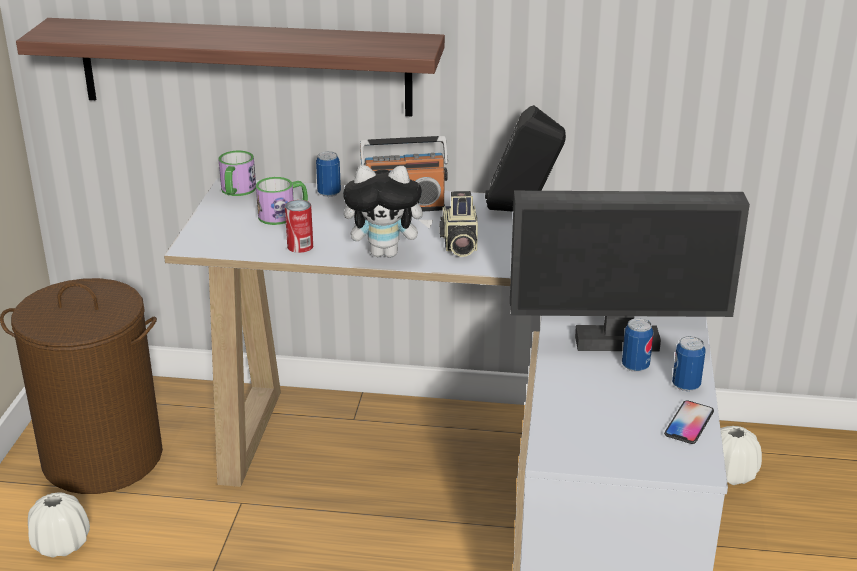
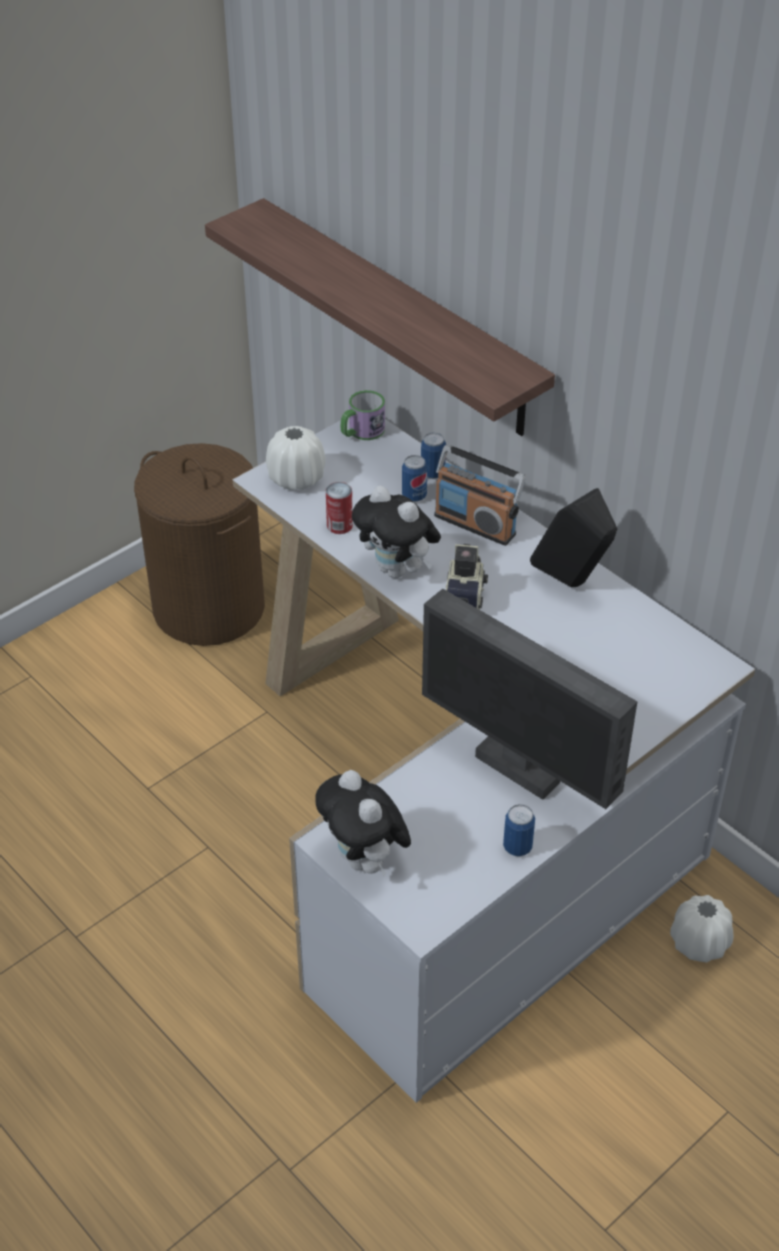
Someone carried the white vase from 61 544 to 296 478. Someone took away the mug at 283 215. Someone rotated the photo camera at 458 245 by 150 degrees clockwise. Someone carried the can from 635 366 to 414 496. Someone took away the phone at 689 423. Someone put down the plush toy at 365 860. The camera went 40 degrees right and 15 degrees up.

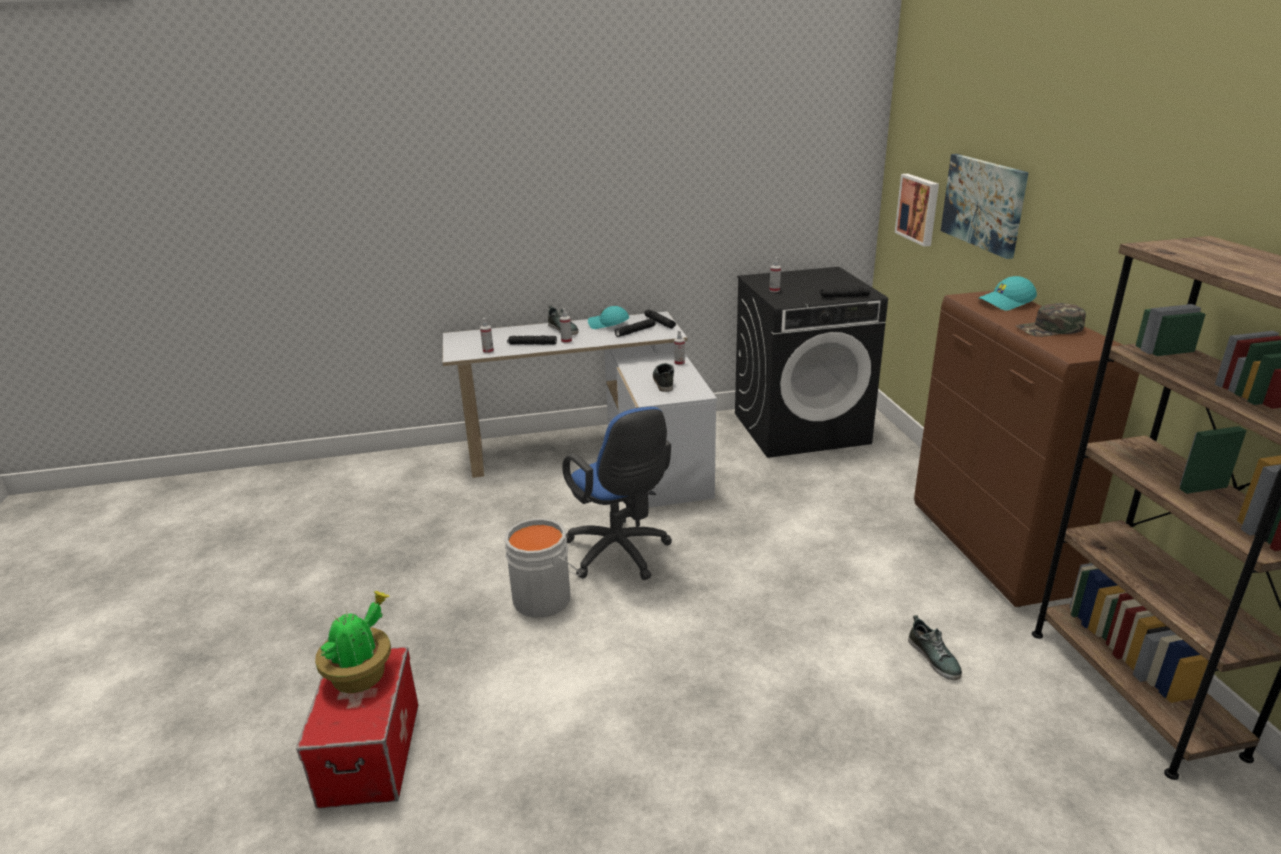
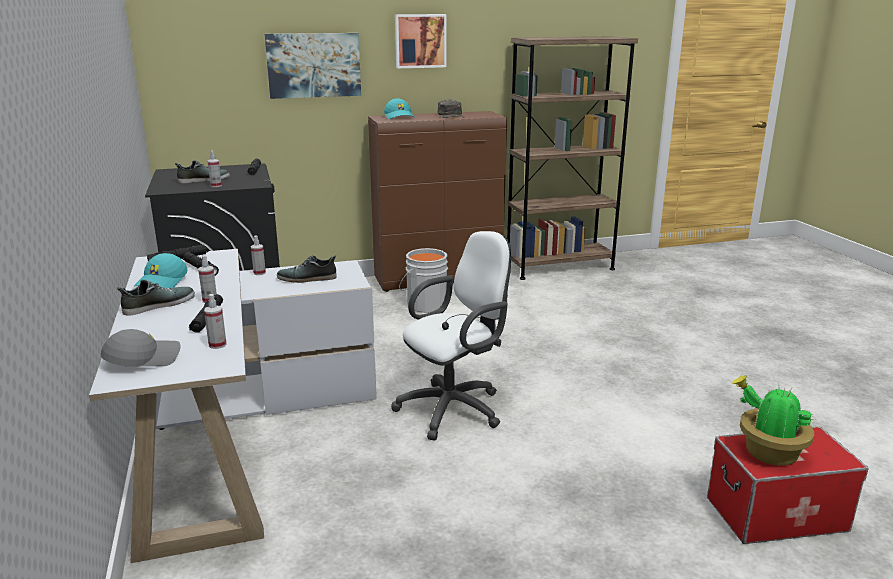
Someone carried the grey bucket from 544 597 to 425 304. Someone repainted the blue office chair at 620 555, which became the white office chair at 455 408. Someone carried the picture from 919 209 to 420 41. Someone carried the shoe from 934 657 to 203 180. Someone put down the grey cap at 143 359. The camera went 95 degrees left and 5 degrees down.

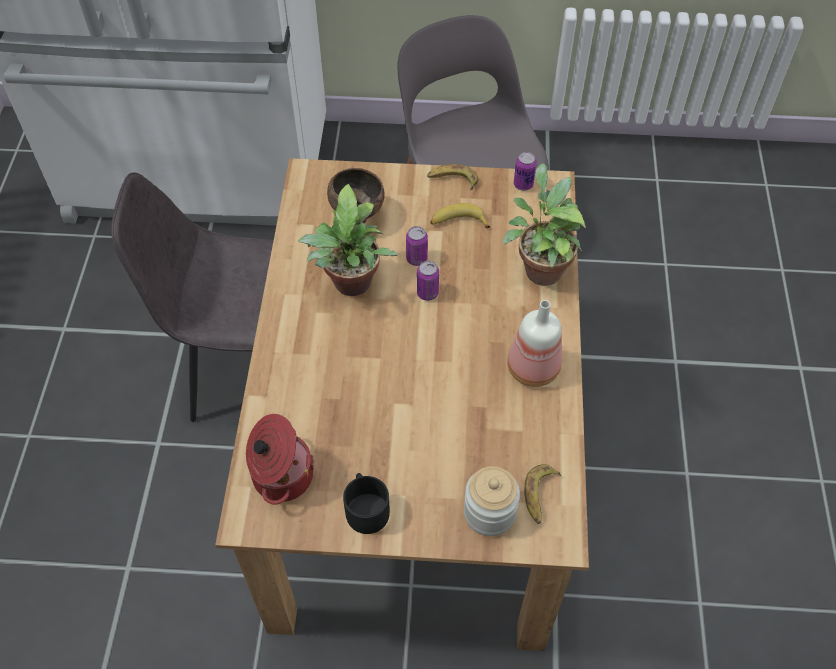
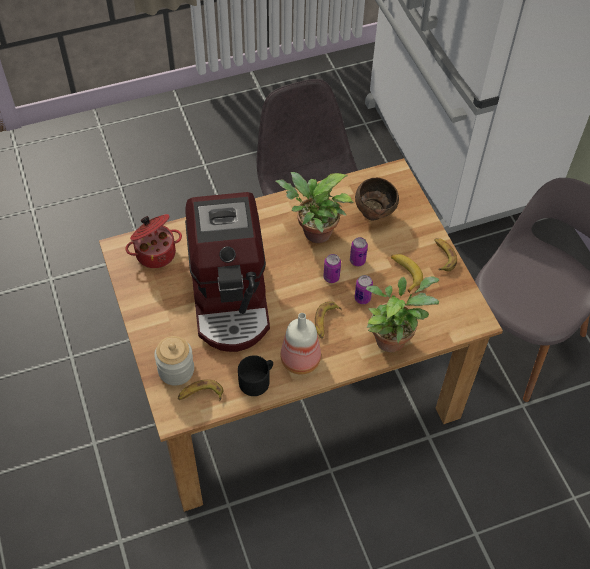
Someone carried the black mug from 366 508 to 257 380. Someone carried the can from 523 184 to 362 298. Someone put down the coffee machine at 231 298. Someone put down the banana at 325 322. The camera went 65 degrees right and 0 degrees up.

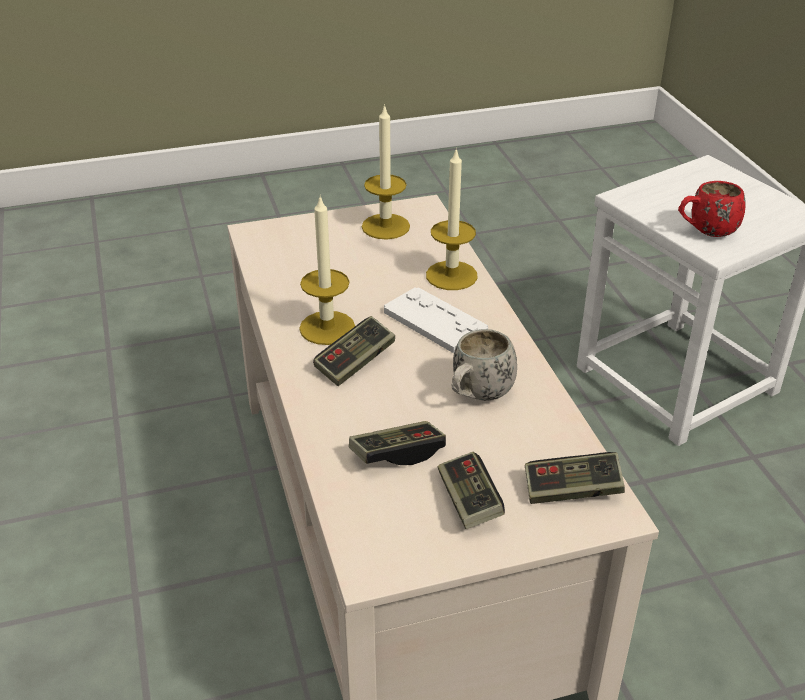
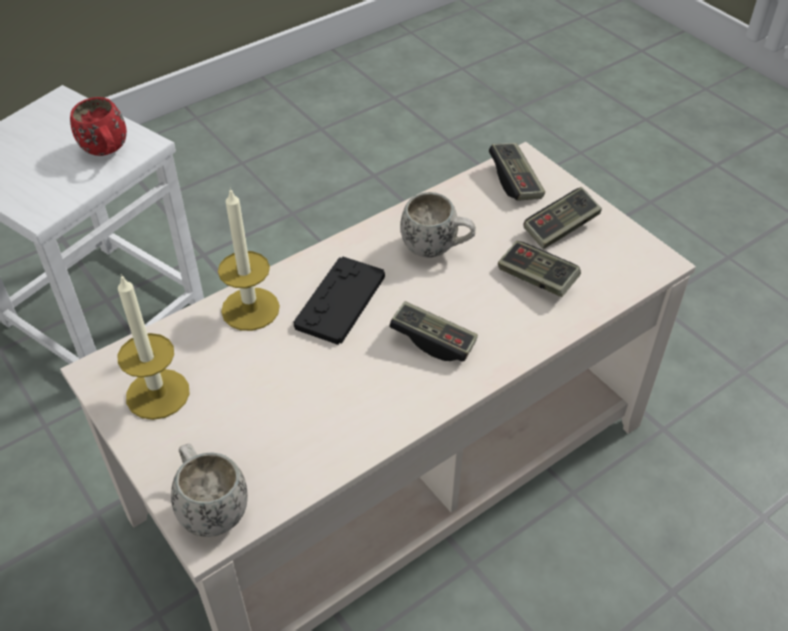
Someone took away the candle at 327 328. Someone repainted the white game controller at 435 322, which became the black game controller at 340 301. Someone put down the white mug at 209 506. The camera went 110 degrees left and 10 degrees up.

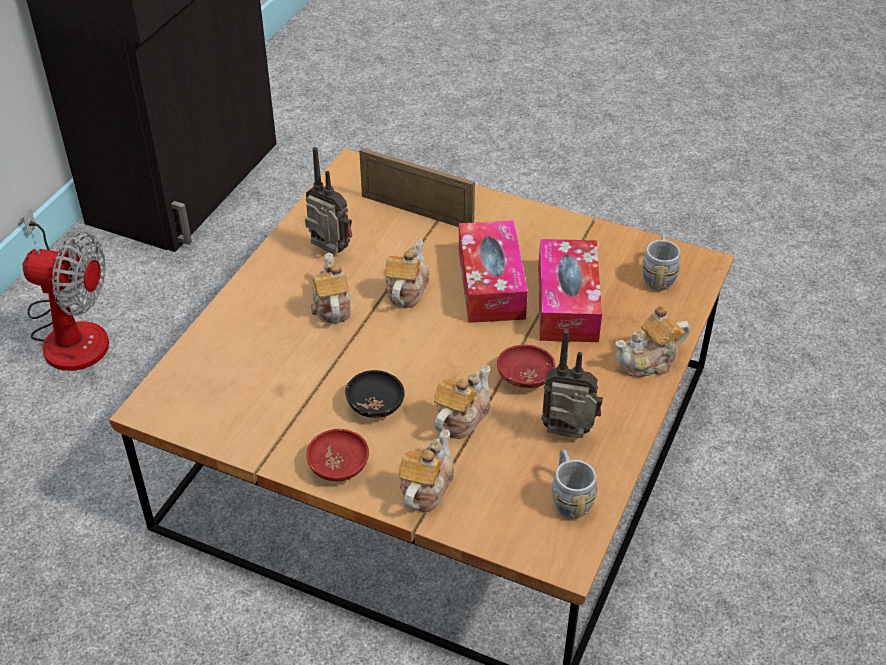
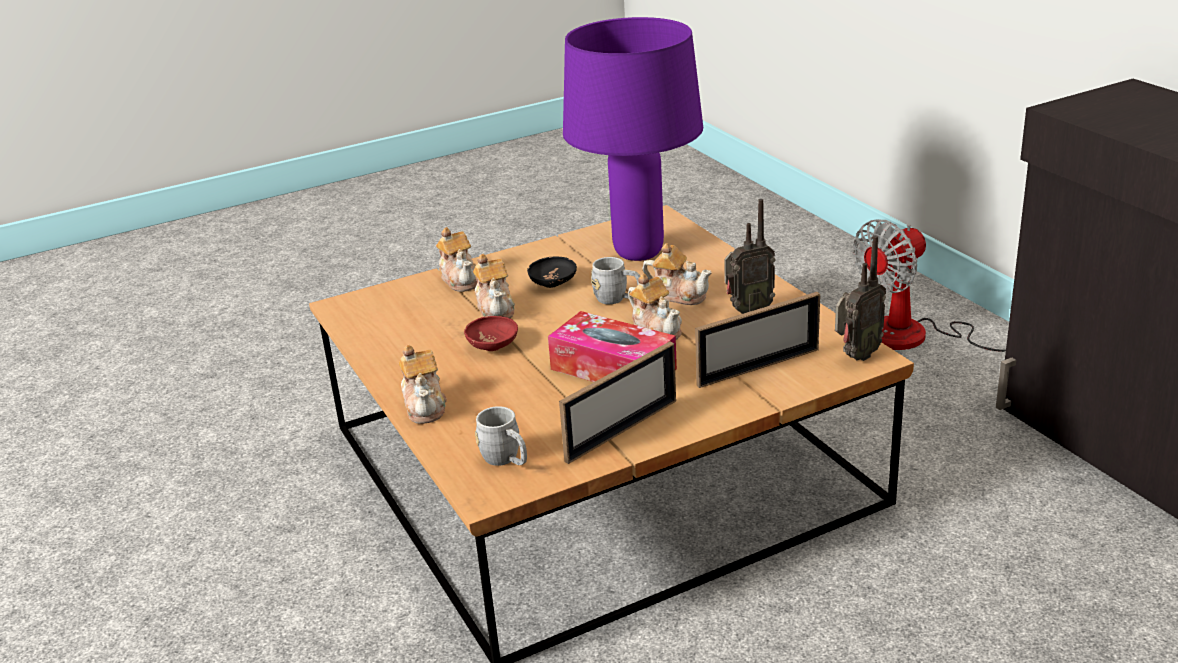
Someone took away the red bowl at 339 467. Someone took away the tissue box at 567 303. Someone carried the radio from 568 437 to 856 356. Someone carried the grey mug from 569 497 to 617 299. Someone rotated the teapot at 649 361 by 150 degrees clockwise. Someone put down the picture frame at 622 430. Someone put down the purple table lamp at 639 253. The camera went 130 degrees right and 15 degrees down.

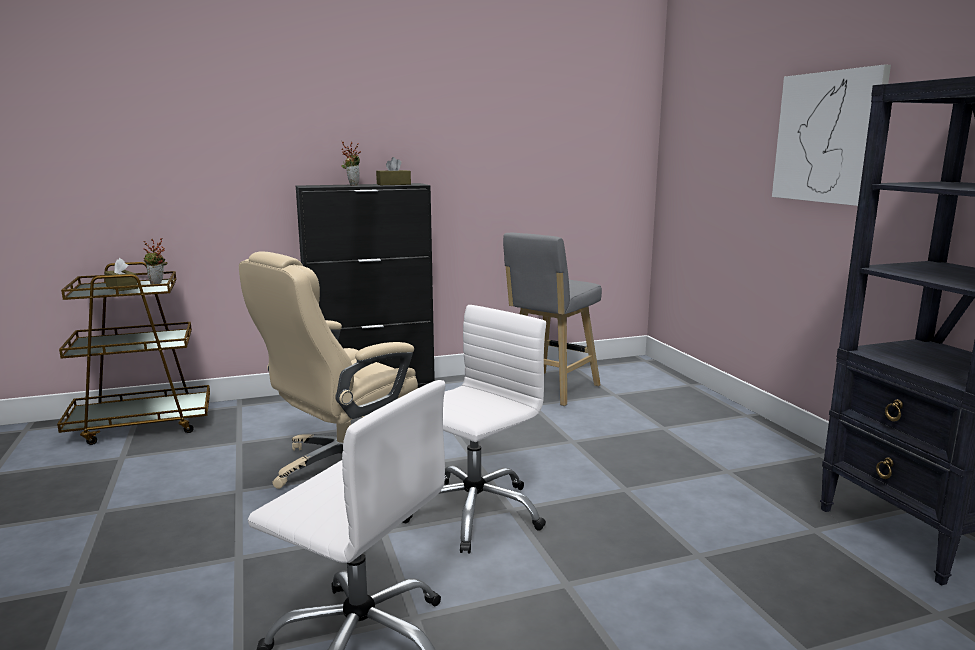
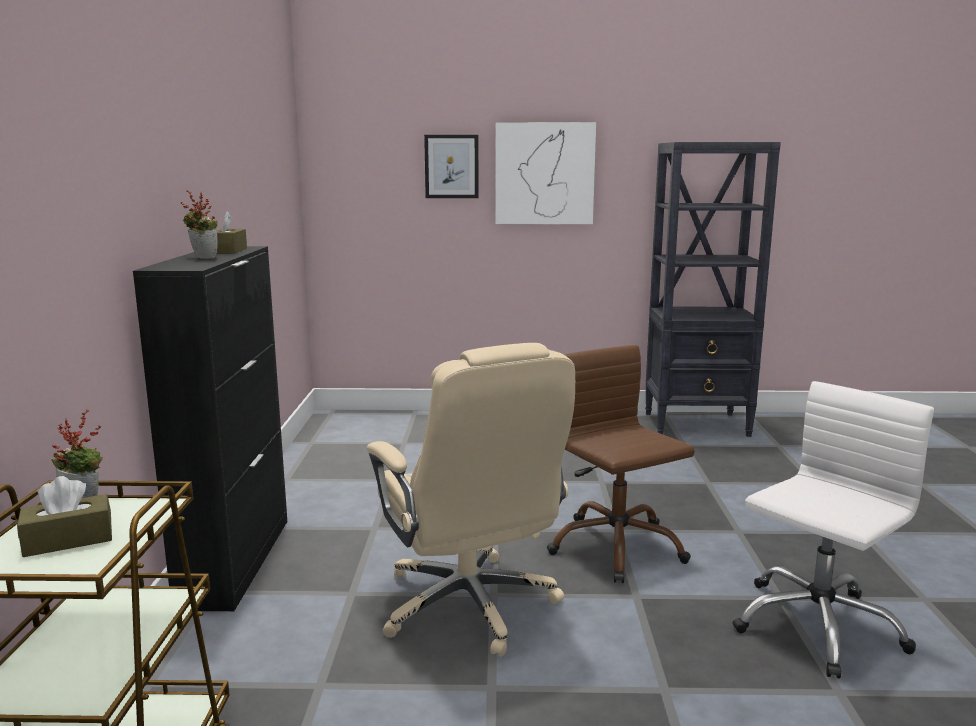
Someone repainted the white office chair at 474 512, which became the brown office chair at 616 547. Someone took away the grey stool at 549 390. Someone put up the picture at 451 166. The camera went 70 degrees left and 0 degrees up.

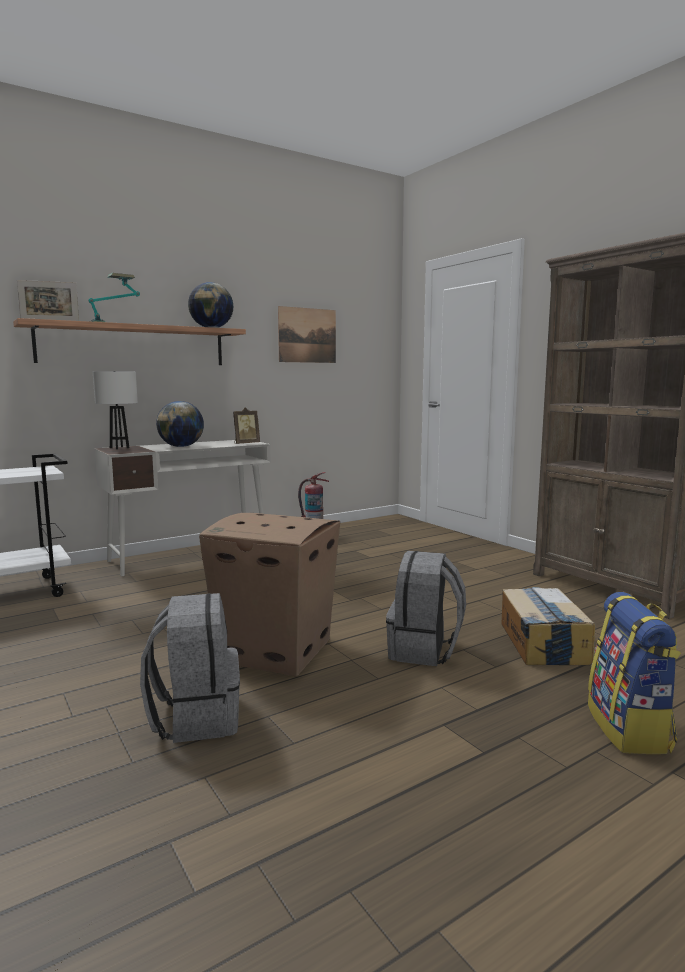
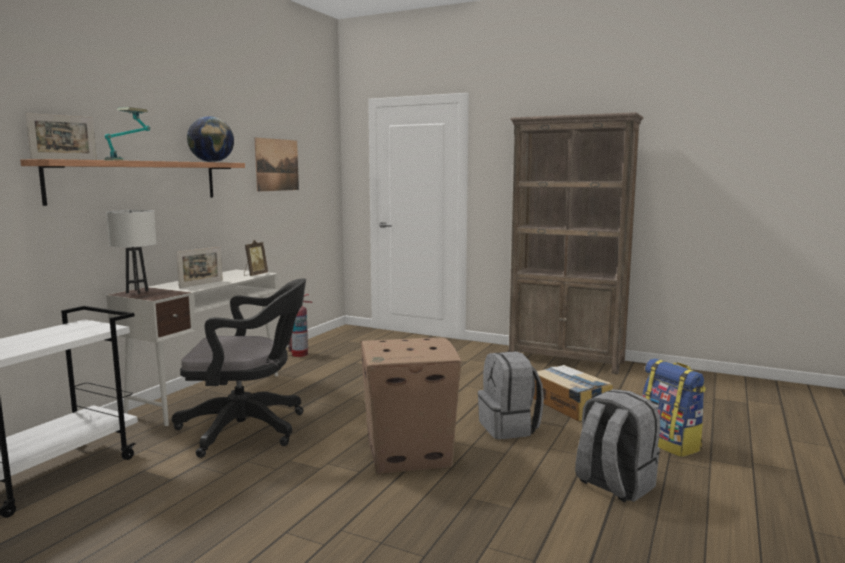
Someone carried the grey backpack from 196 717 to 613 485. Someone swapped the globe at 181 446 for the picture frame at 201 284. Someone put down the black office chair at 249 429. The camera went 30 degrees left and 0 degrees up.

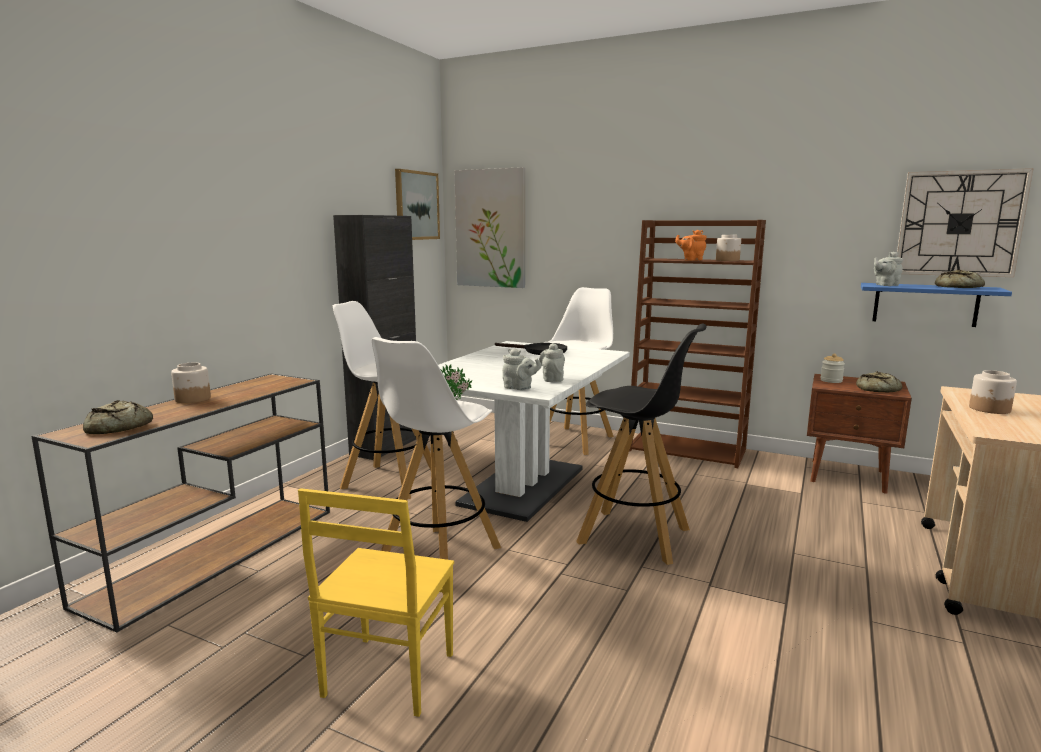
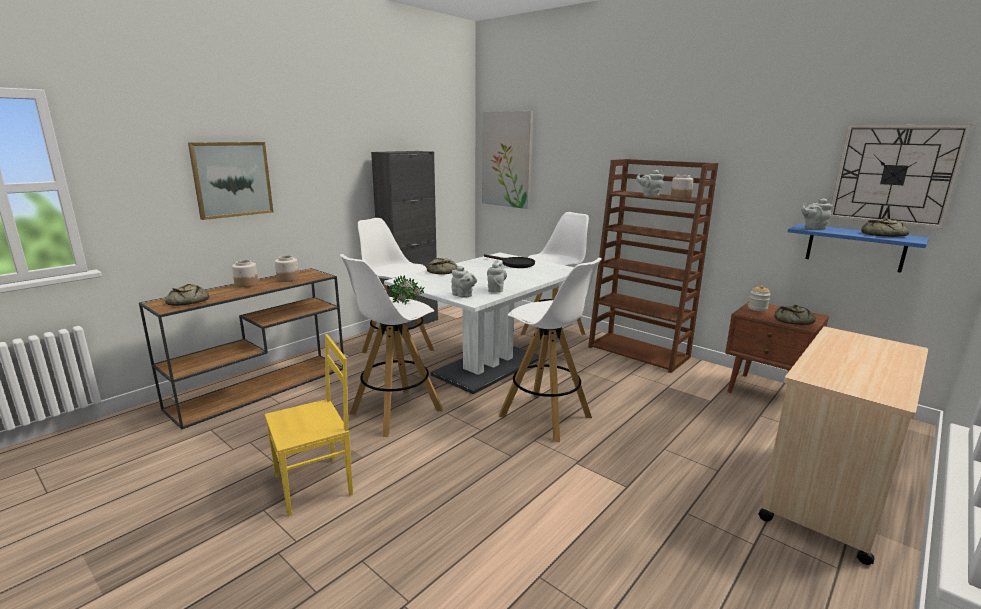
Someone rotated the yellow chair at 386 676 by 150 degrees counterclockwise. Someone carried the picture from 416 205 to 232 179. Someone repainted the black stool at 635 536, which became the white stool at 546 417. Someone repainted the orange teapot at 691 260, which became the grey teapot at 649 195. Someone carried the jar from 990 409 to 287 279. Someone put down the bread at 443 271. The camera went 15 degrees right and 5 degrees up.

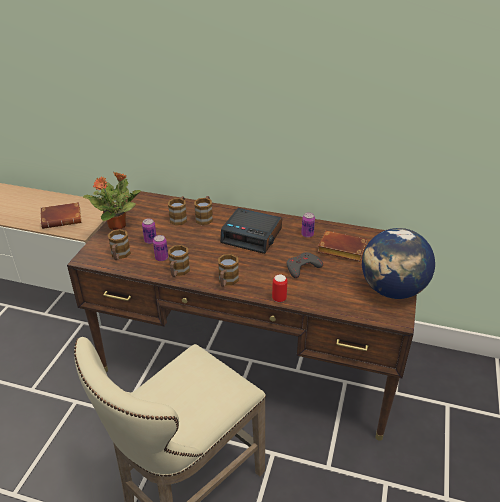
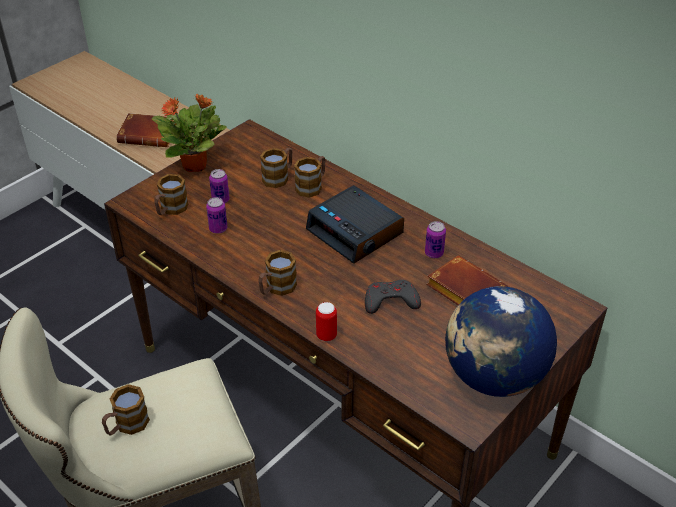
Someone carried the mug from 178 272 to 126 425. The camera went 25 degrees right and 5 degrees up.

